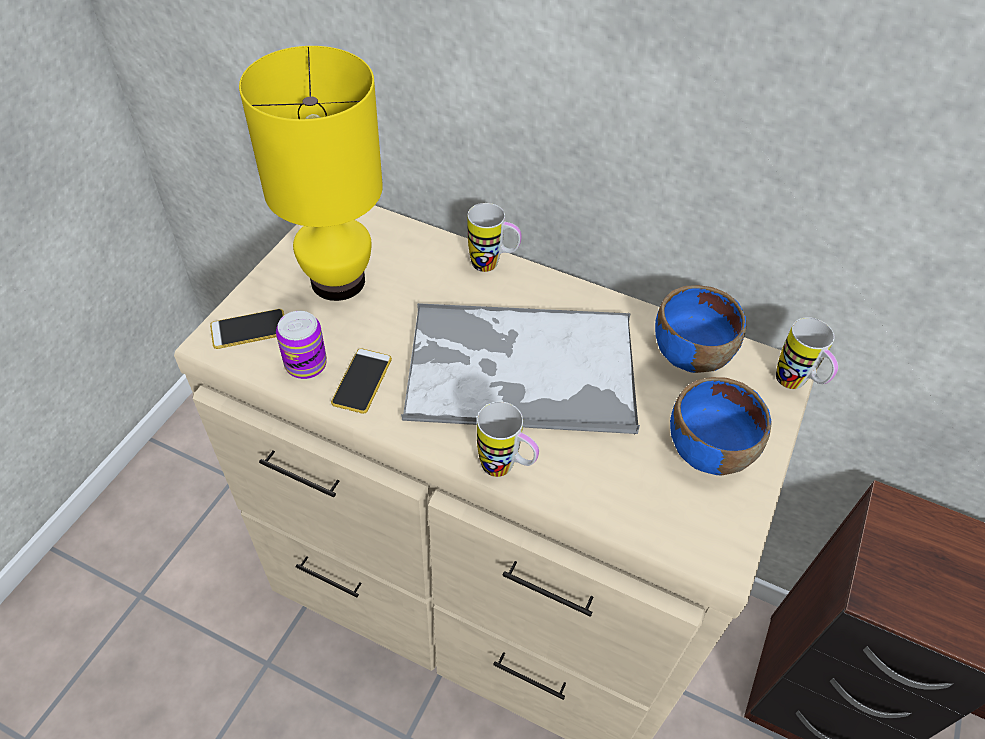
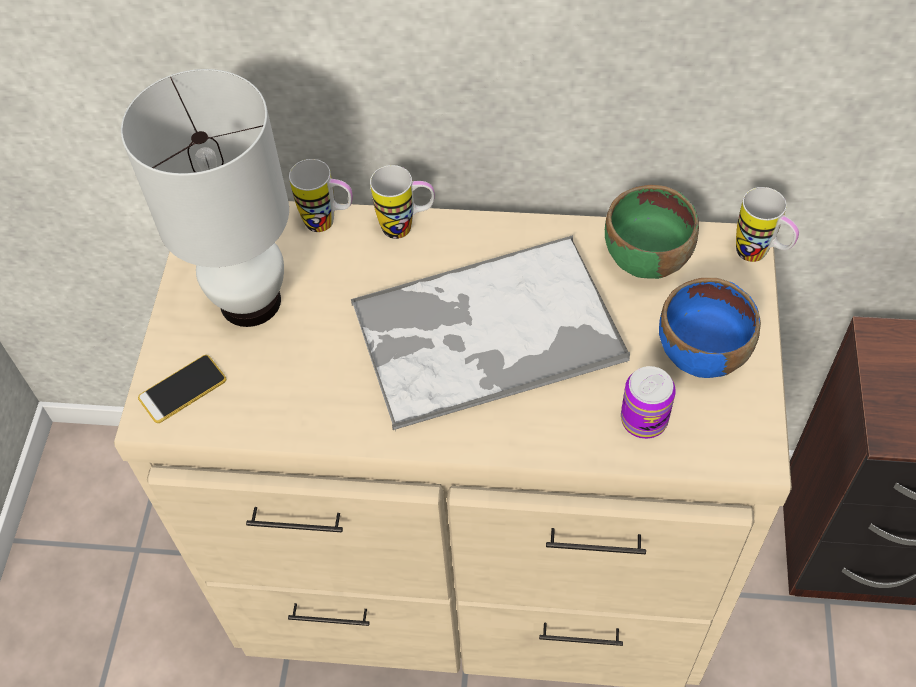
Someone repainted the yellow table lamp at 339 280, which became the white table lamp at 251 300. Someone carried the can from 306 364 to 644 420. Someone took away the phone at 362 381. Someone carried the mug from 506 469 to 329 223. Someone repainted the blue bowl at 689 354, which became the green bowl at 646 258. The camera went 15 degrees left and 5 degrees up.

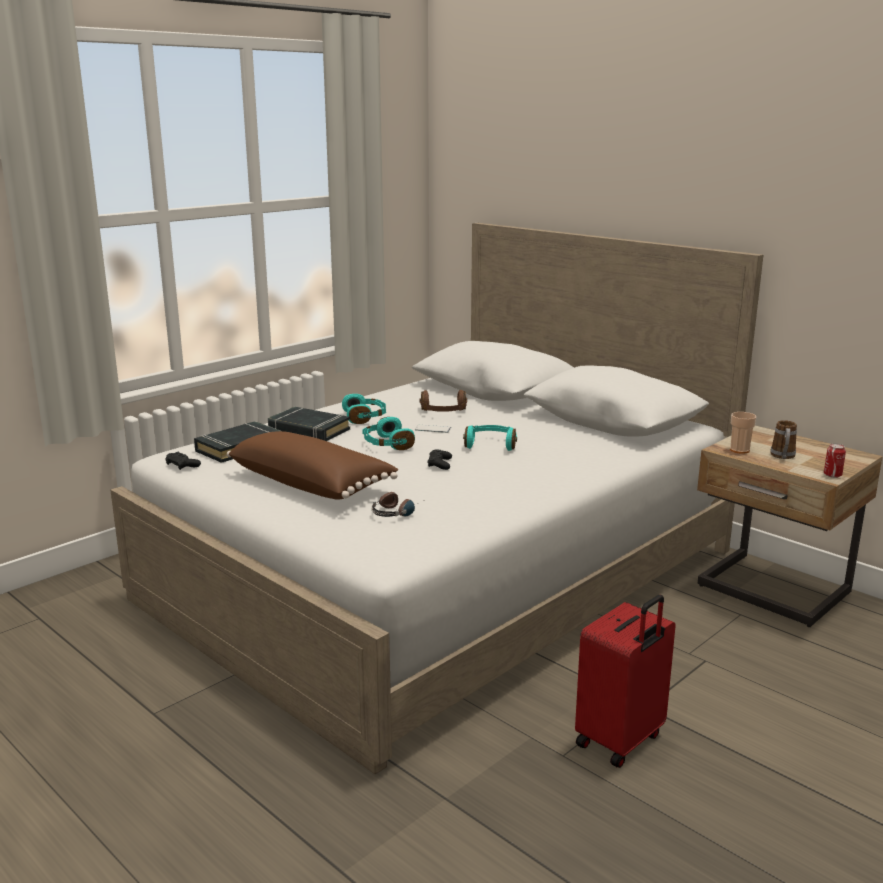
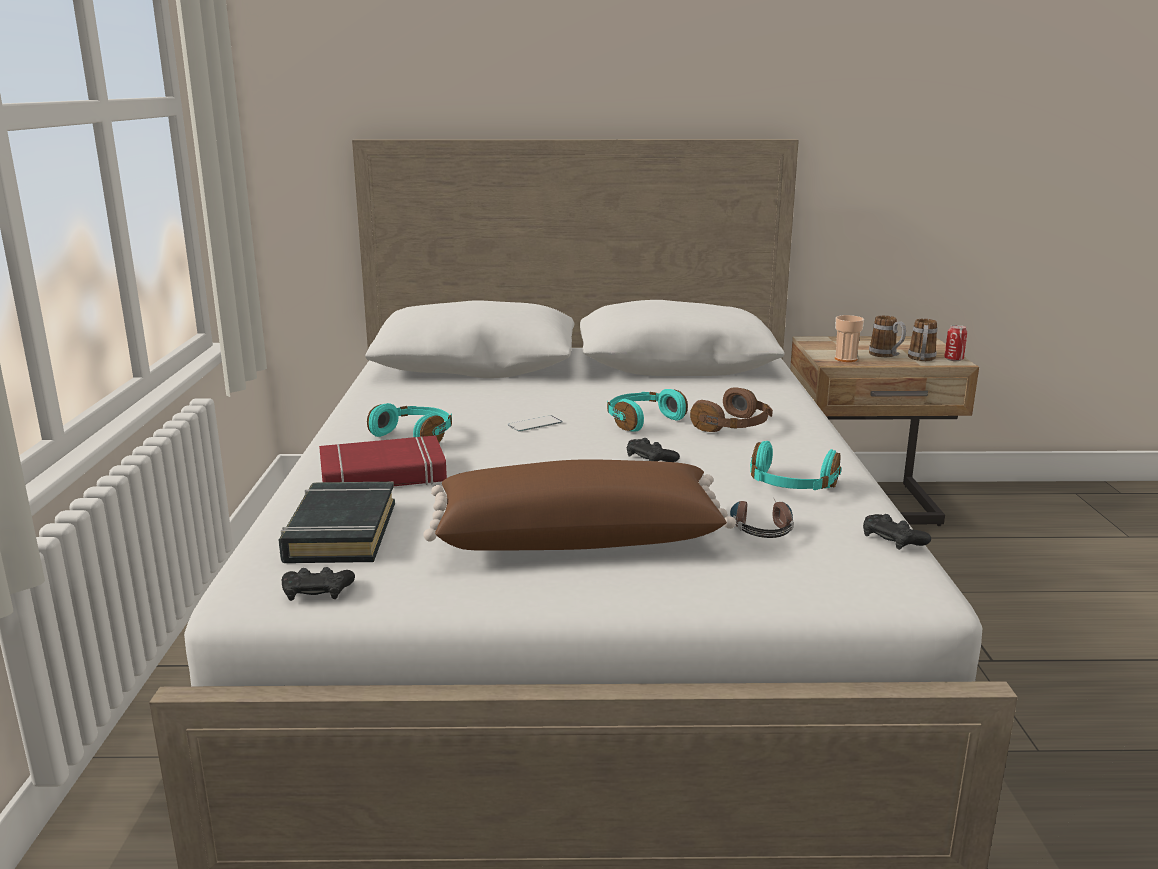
Someone repainted the black book at 308 430, which became the red book at 383 475. Someone carried the turquoise headphones from 387 444 to 791 486. Someone carried the brown headphones from 443 412 to 734 427. Someone took away the red suitcase at 621 741. Someone put down the black game controller at 893 539. Someone put down the mug at 921 359. The camera went 45 degrees left and 0 degrees up.

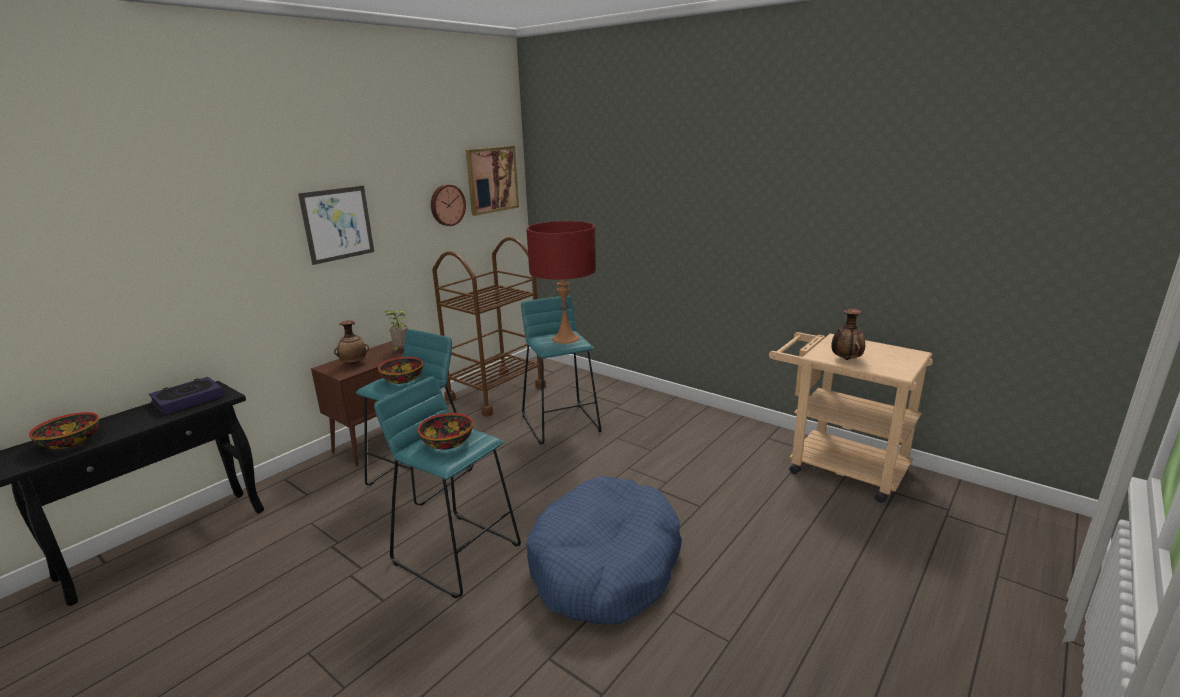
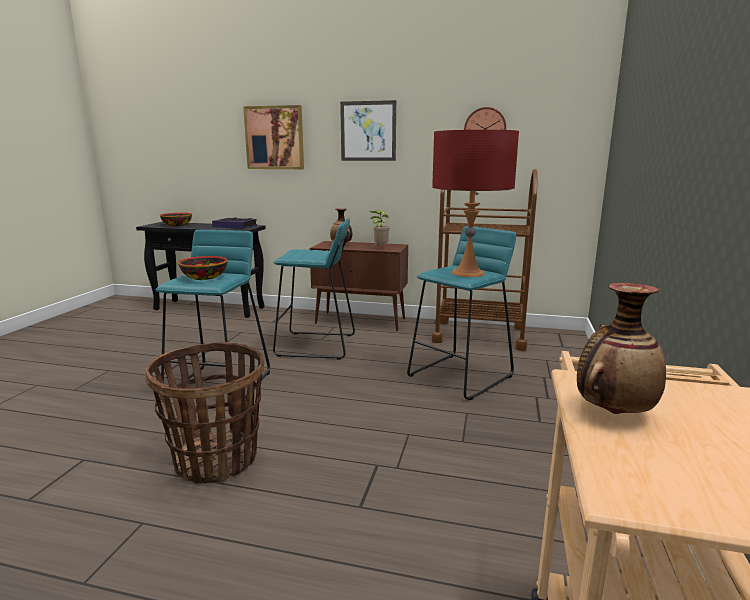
Someone took away the bowl at 403 379. Someone carried the picture from 492 180 to 274 138. Someone swapped the blue dog bed at 605 565 for the basket at 216 459. The camera went 65 degrees right and 5 degrees down.

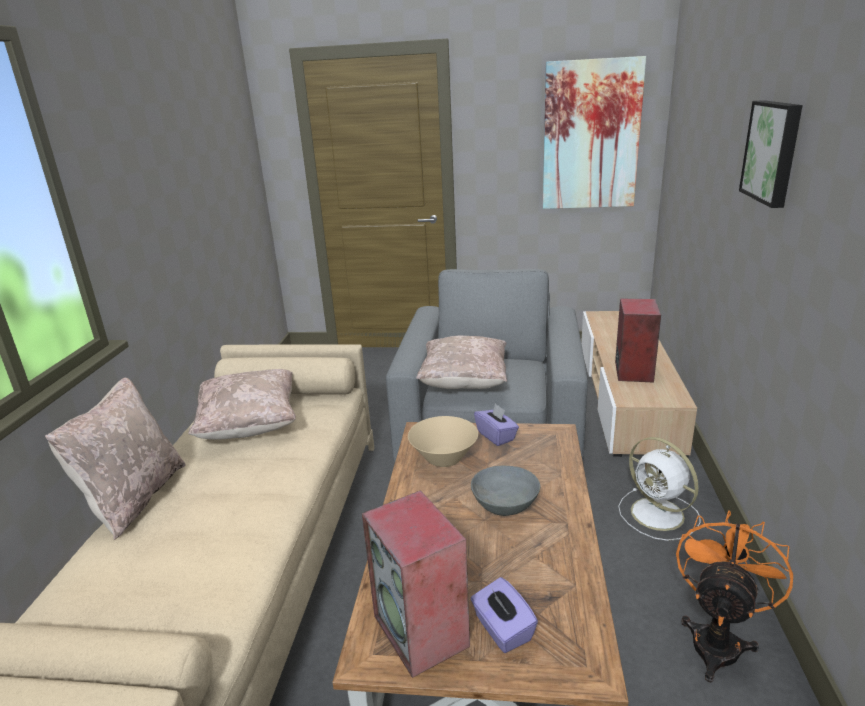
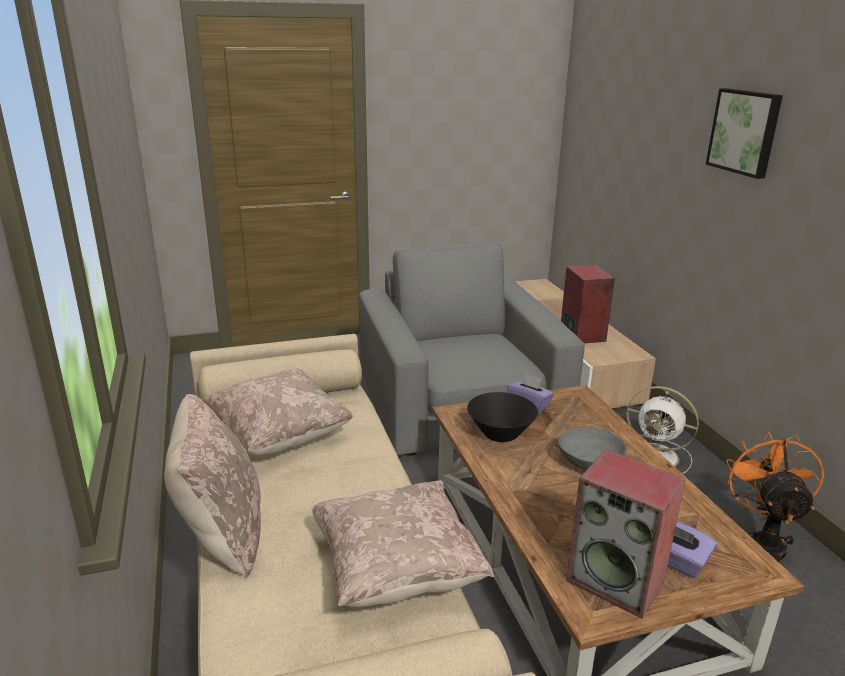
Someone repainted the beige bowl at 444 458, which became the black bowl at 500 434. Someone carried the beige pillow from 464 383 to 397 572. Someone took away the picture at 591 136. The camera went 25 degrees left and 0 degrees up.

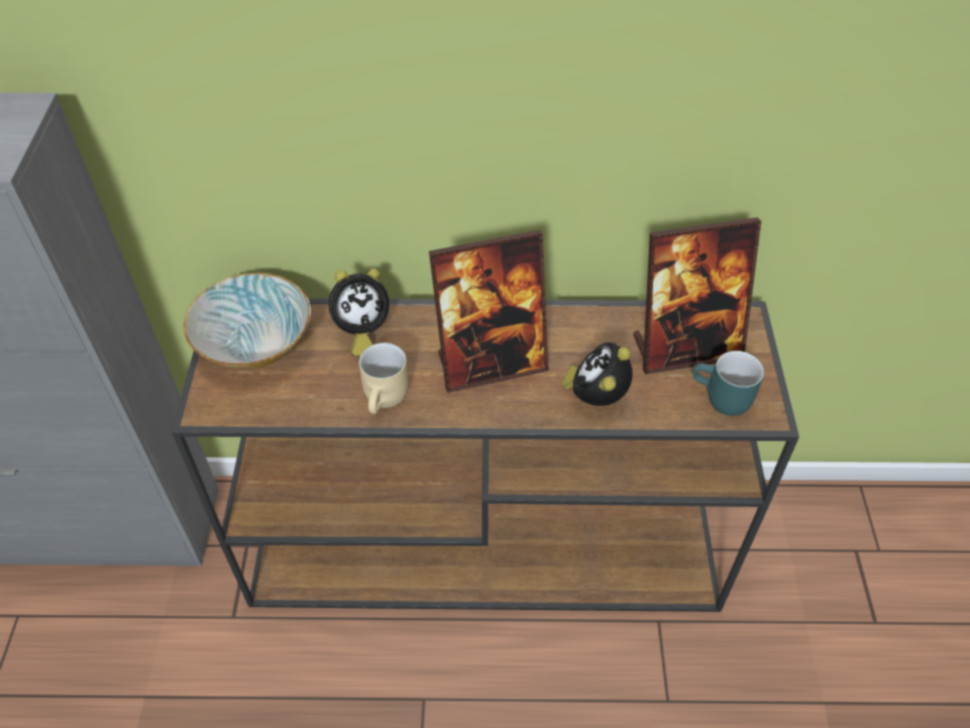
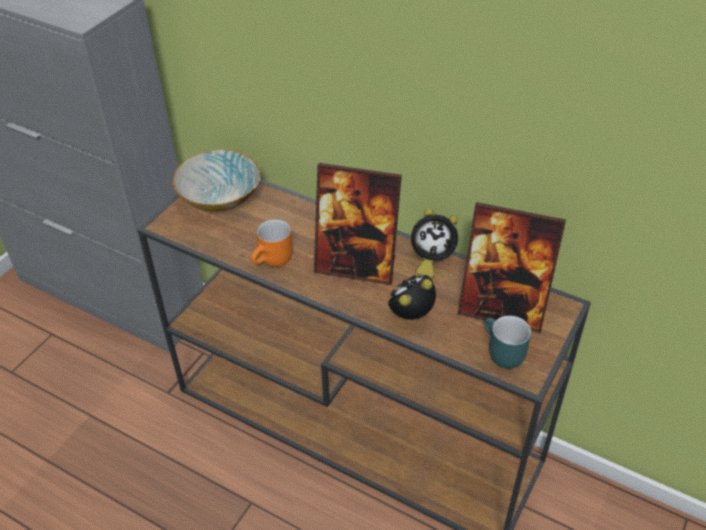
Someone carried the alarm clock from 361 332 to 430 260. Someone repainted the beige mug at 387 399, which became the orange mug at 274 261. The camera went 30 degrees right and 5 degrees down.

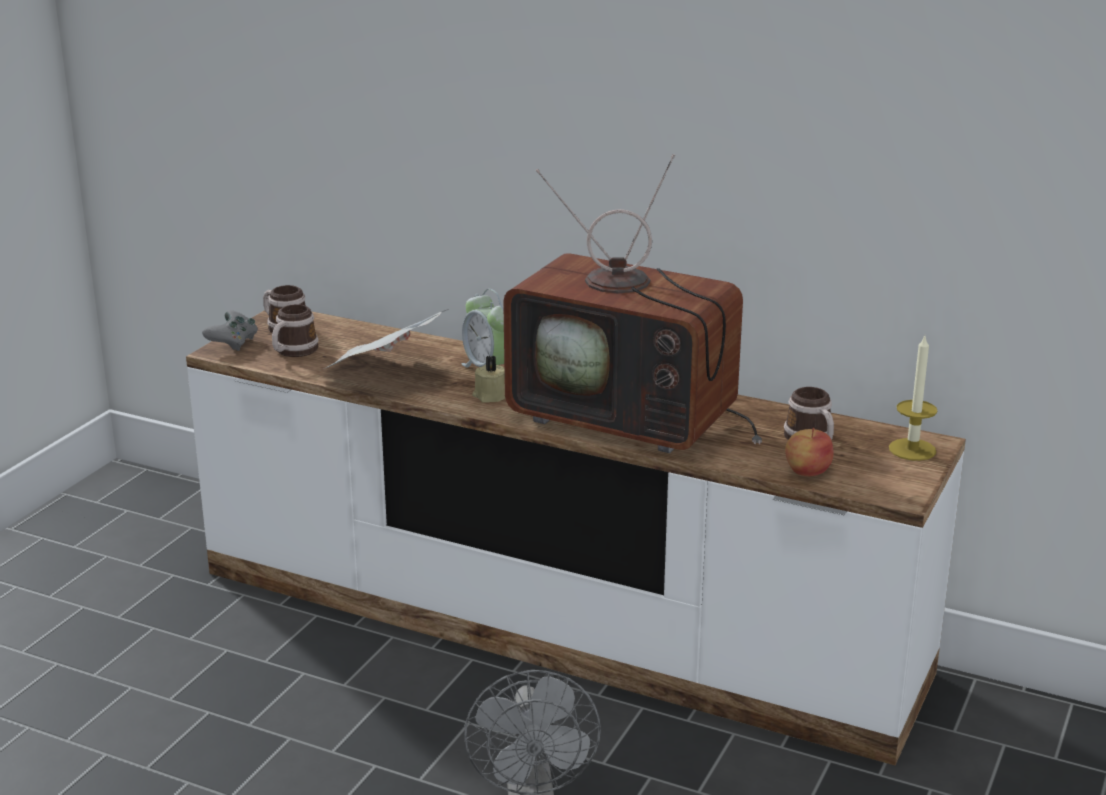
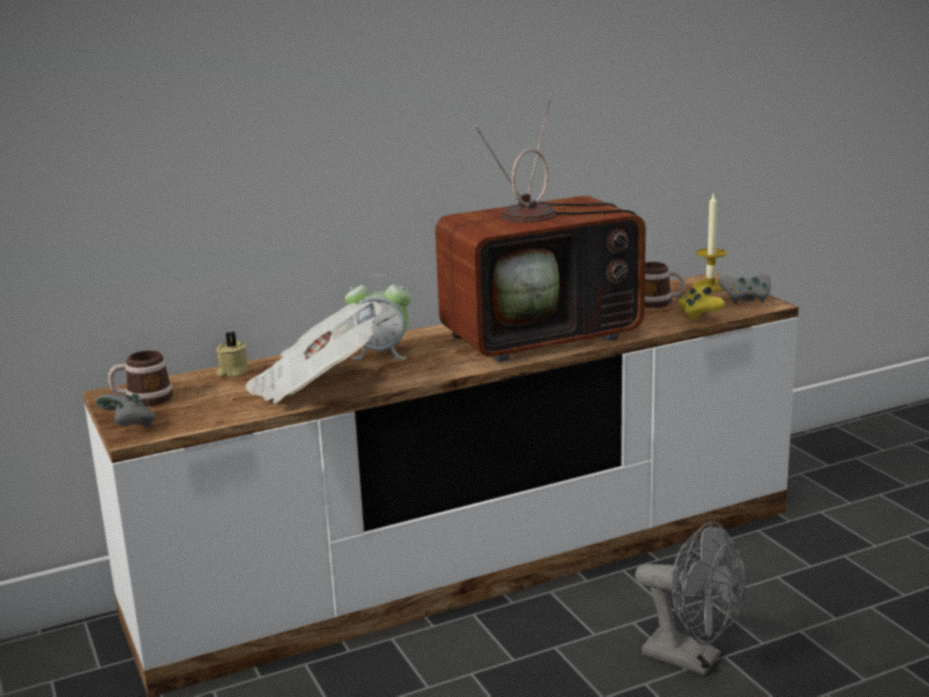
Someone took away the mug at 293 352. Someone carried the beige candle from 489 396 to 232 372. Someone swapped the apple at 807 471 for the yellow game controller at 699 314. Someone put down the grey game controller at 745 299. The camera went 50 degrees left and 5 degrees down.

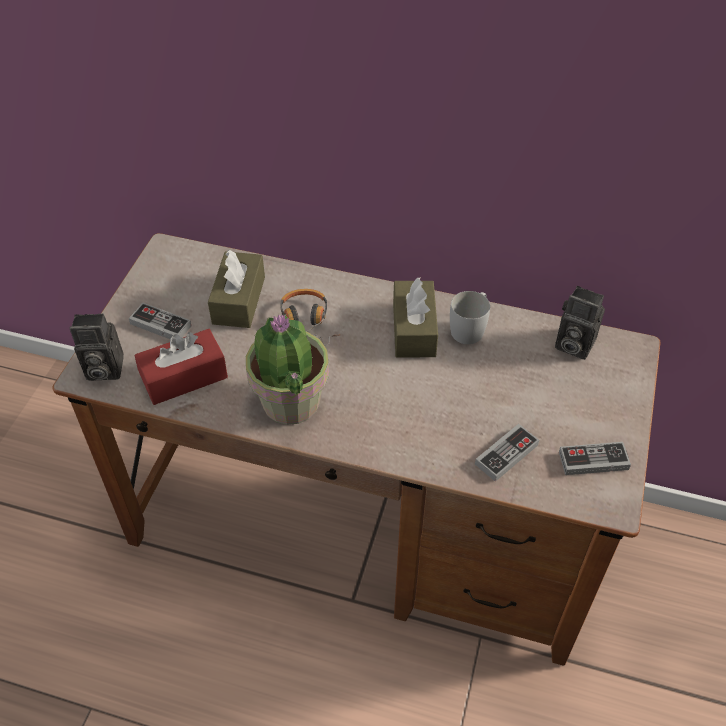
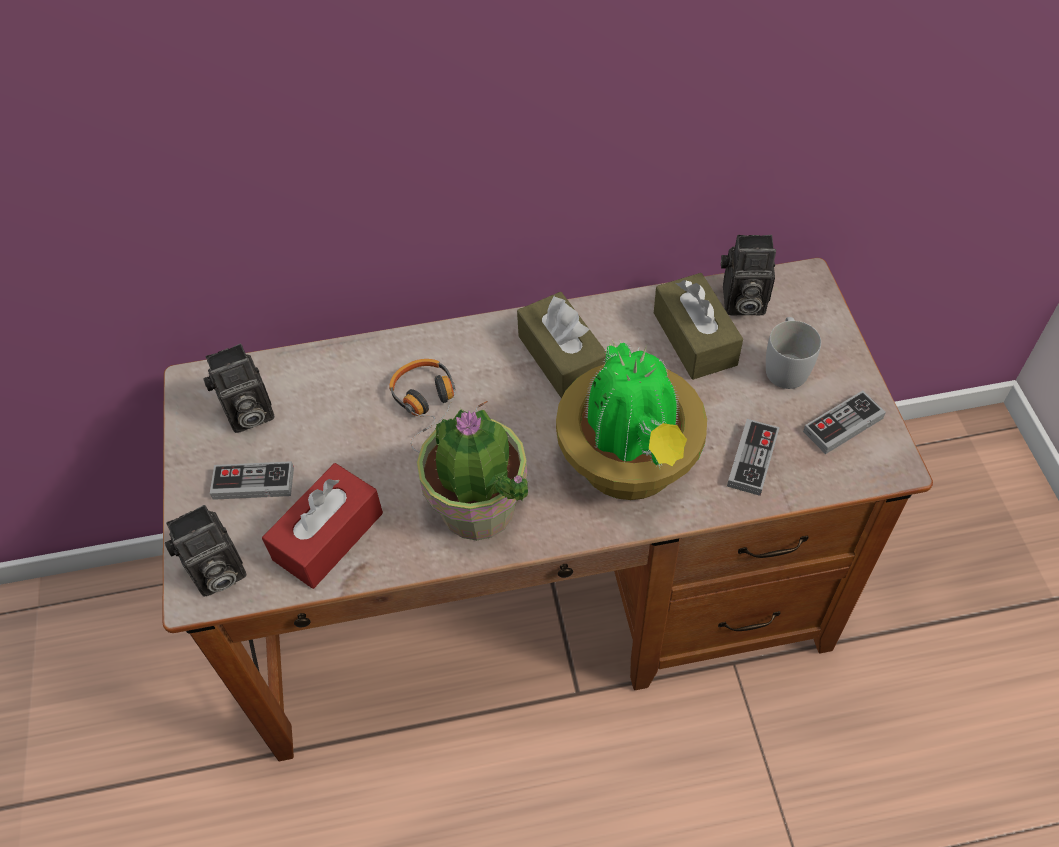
Someone carried the brown tissue box from 239 300 to 694 338. Someone carried the white mug from 470 328 to 785 365. Someone put down the photo camera at 247 415. Someone put down the potted plant at 630 465. The camera went 25 degrees left and 5 degrees up.

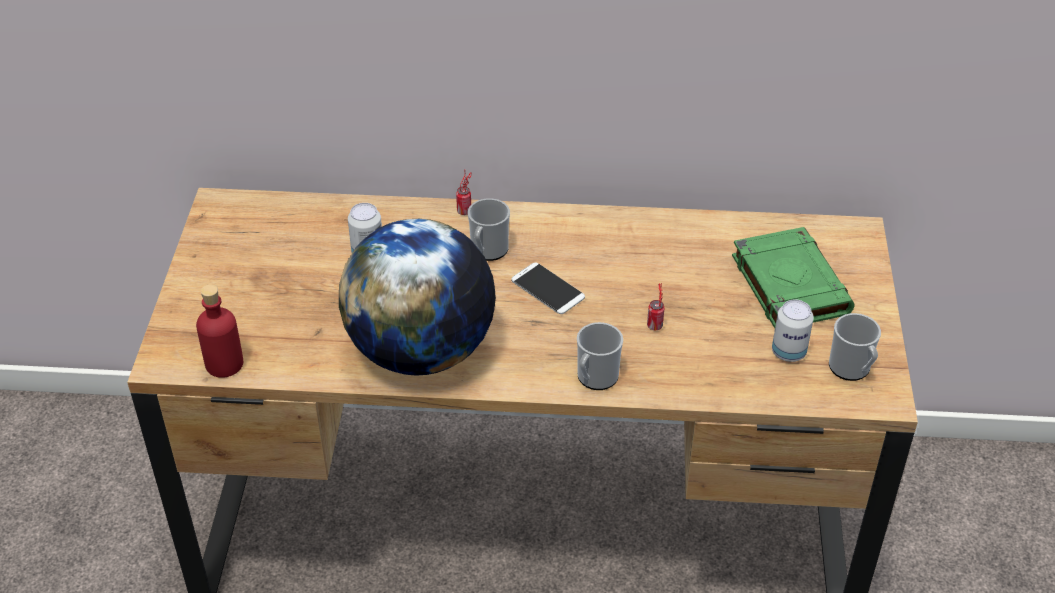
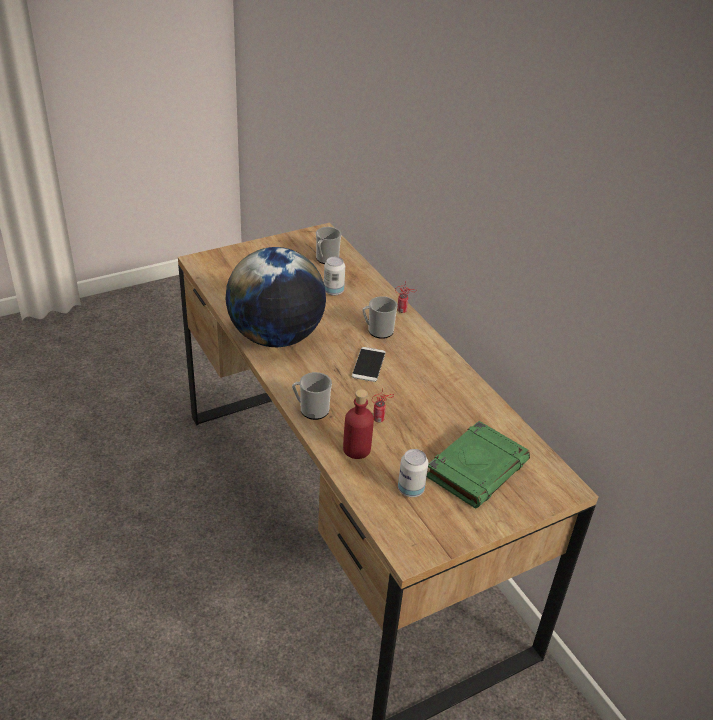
Someone carried the red bottle from 224 364 to 357 449. Someone carried the mug from 852 369 to 326 259. The camera went 55 degrees right and 5 degrees down.

